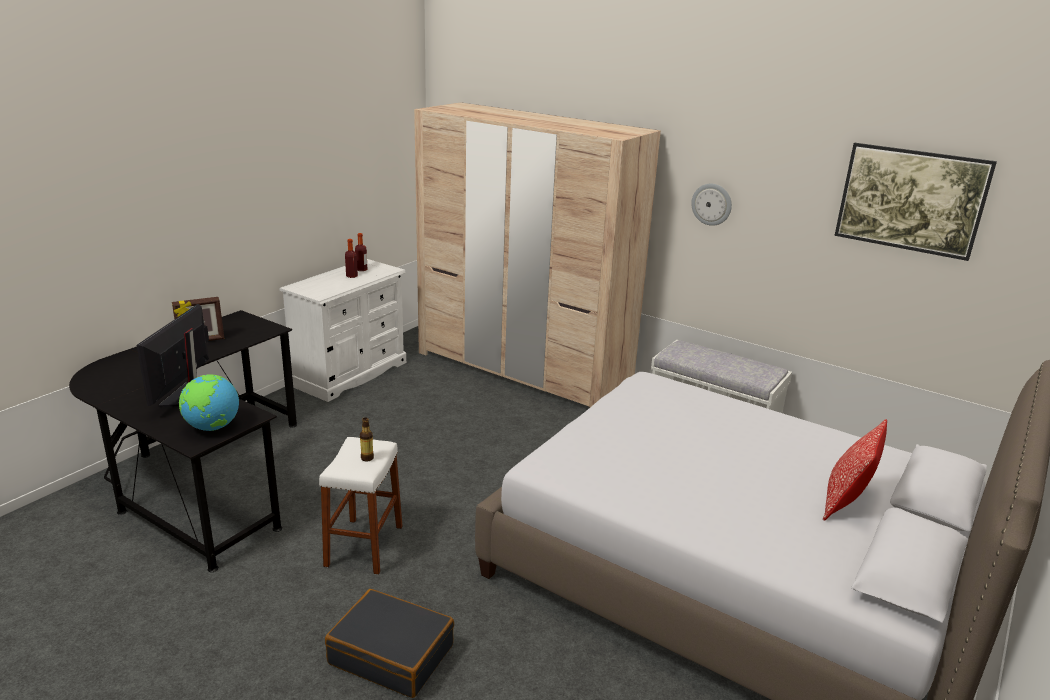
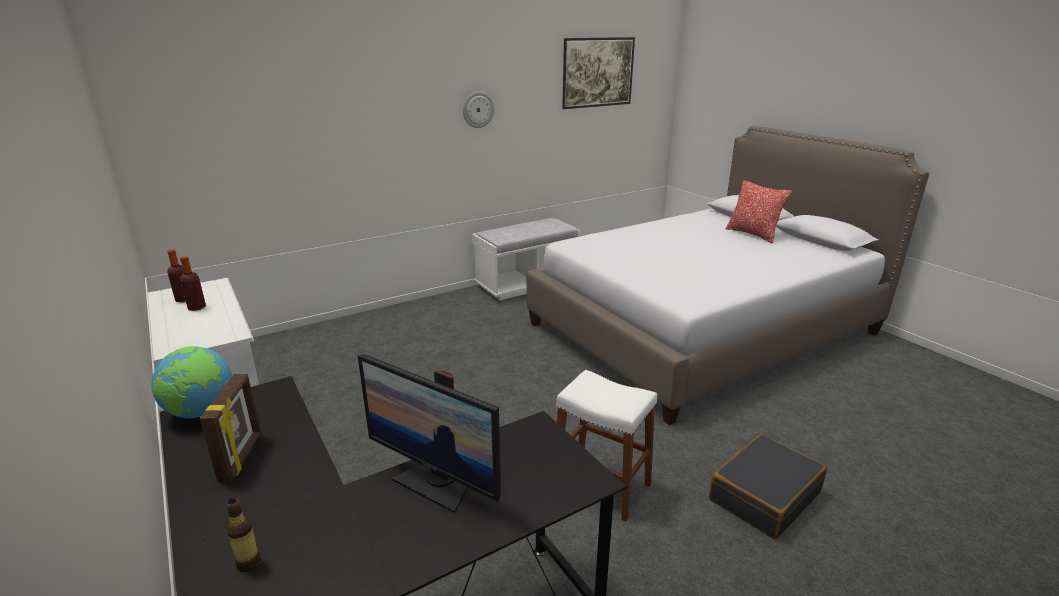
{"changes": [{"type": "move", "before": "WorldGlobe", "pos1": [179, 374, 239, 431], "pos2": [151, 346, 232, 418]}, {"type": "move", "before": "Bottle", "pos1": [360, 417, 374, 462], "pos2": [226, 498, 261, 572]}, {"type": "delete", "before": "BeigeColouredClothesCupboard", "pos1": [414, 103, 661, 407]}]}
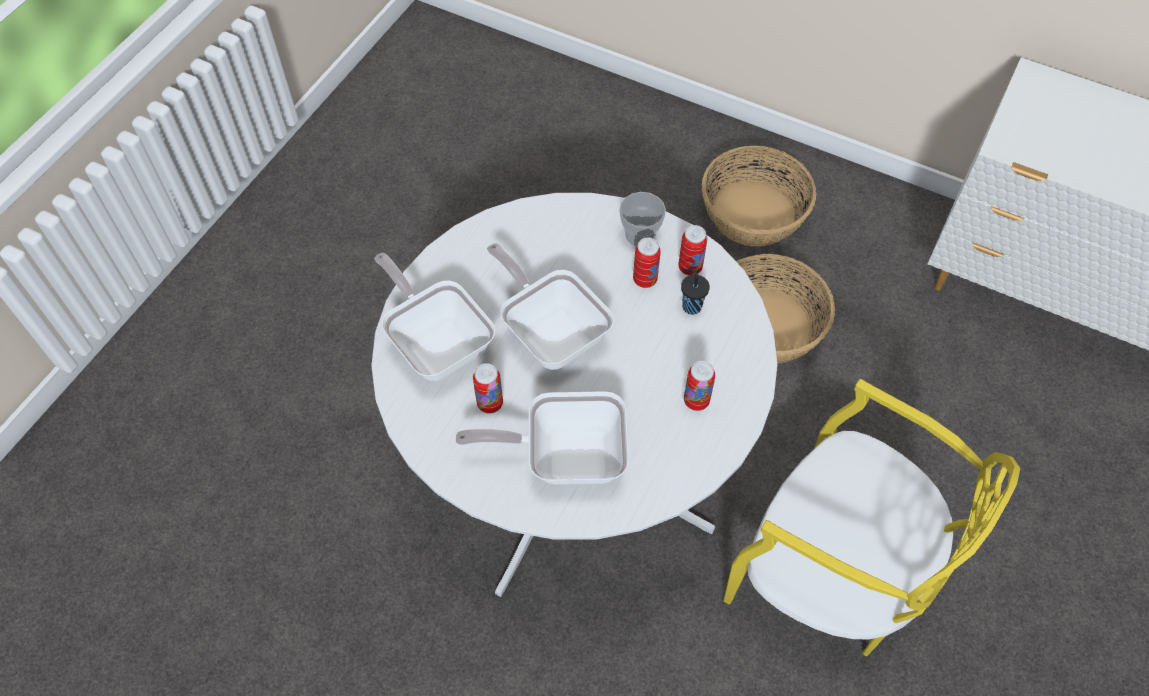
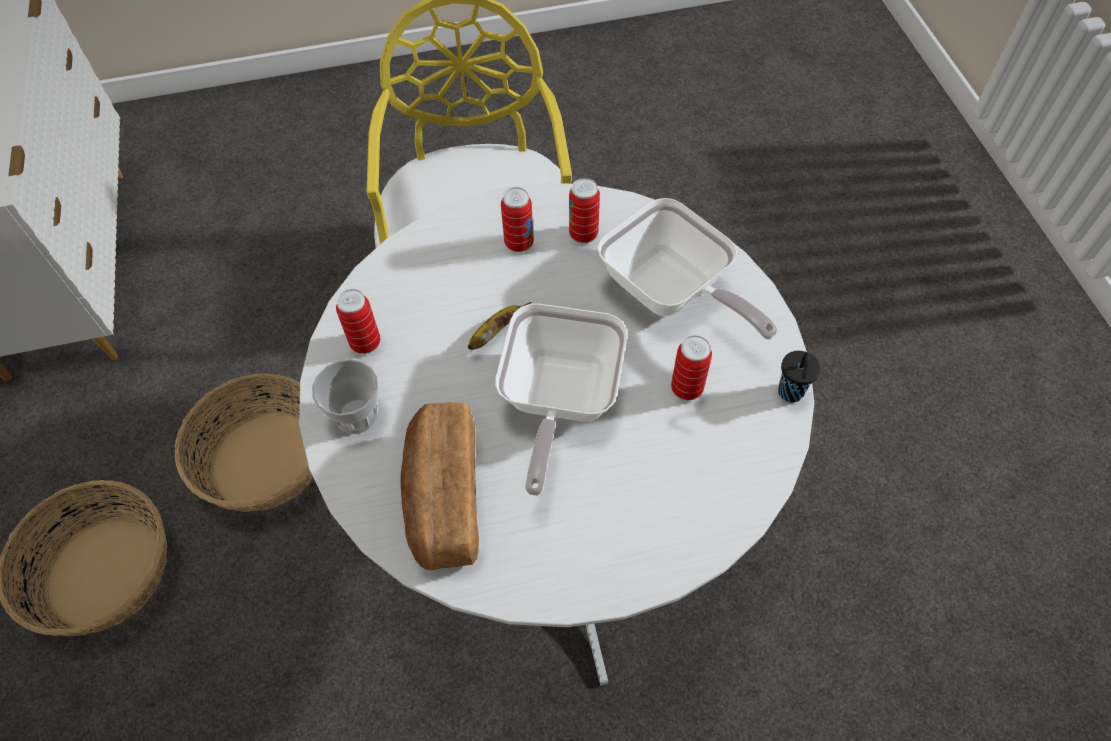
{"changes": [{"type": "insert", "after": "Bread", "pos2": [401, 402, 479, 570]}, {"type": "insert", "after": "Banana", "pos2": [468, 302, 532, 350]}, {"type": "move", "before": "Can", "pos1": [633, 238, 661, 288], "pos2": [569, 178, 600, 243]}, {"type": "move", "before": "BlackishCup", "pos1": [681, 269, 710, 315], "pos2": [778, 351, 821, 402]}, {"type": "delete", "before": "Skillet", "pos1": [374, 253, 495, 381]}]}
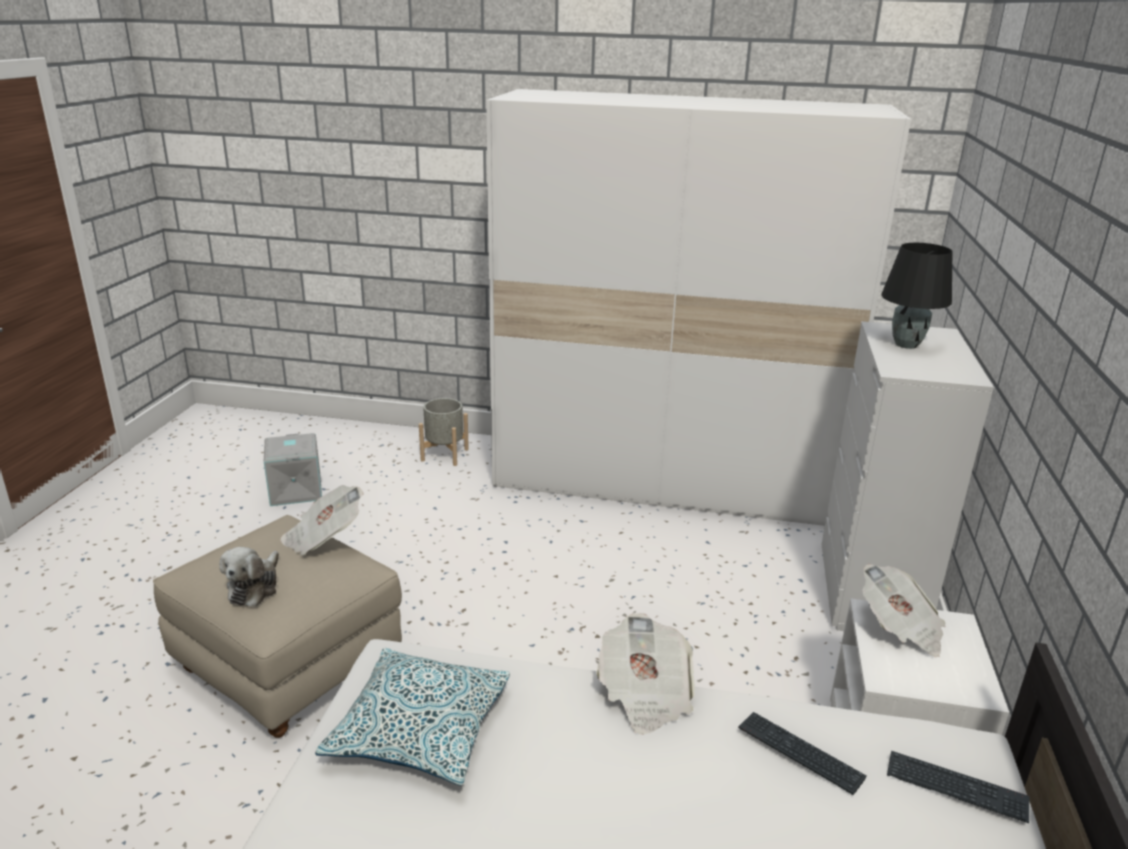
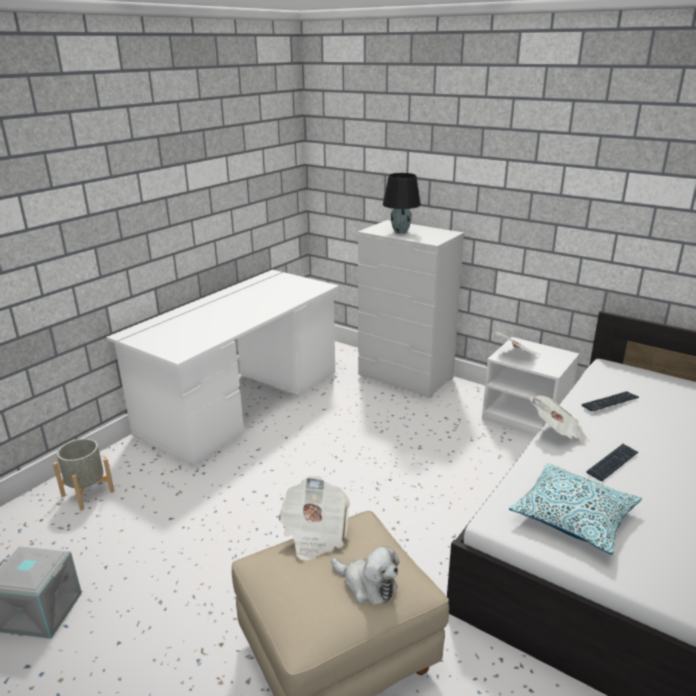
{"changes": [{"type": "replace", "before": "WhiteColouredClothesCupboard", "after": "WhiteColouredDeskUnit", "pos1": [486, 89, 911, 526], "pos2": [106, 270, 339, 465]}, {"type": "move", "before": "ComputerKeyboard", "pos1": [887, 751, 1029, 823], "pos2": [586, 444, 639, 481]}]}
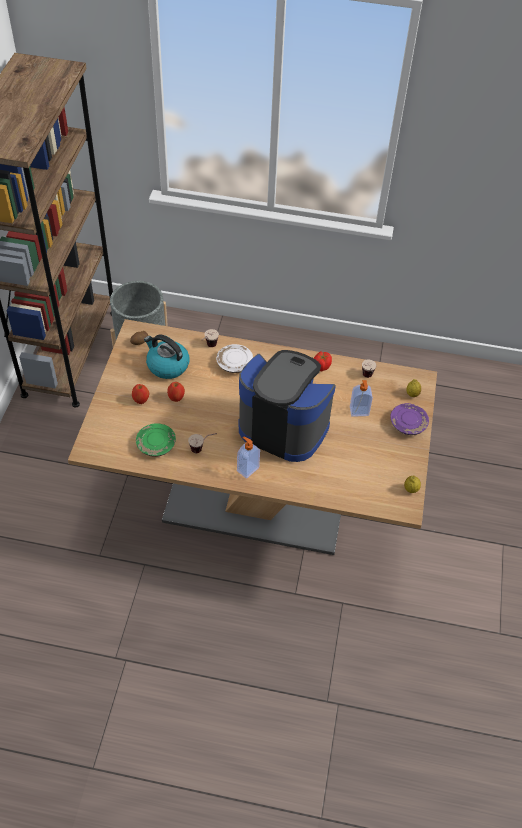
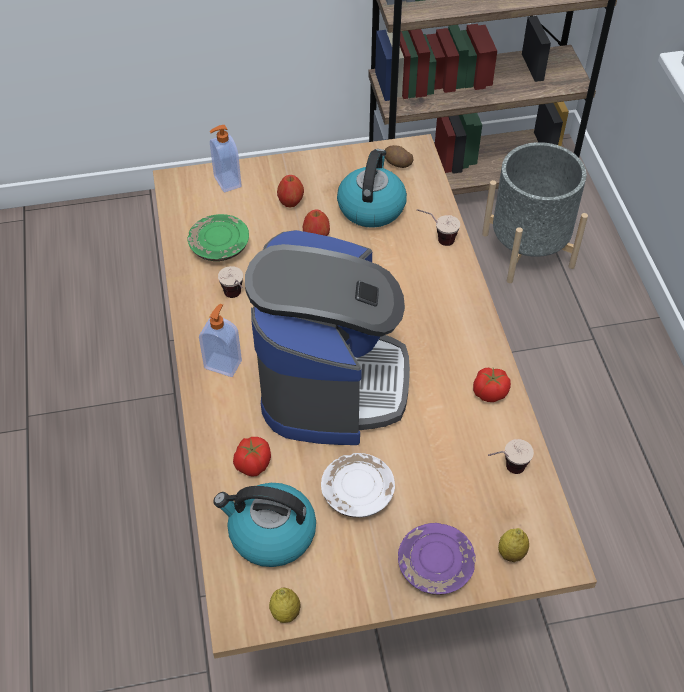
{"changes": [{"type": "move", "before": "SoapBottle", "pos1": [350, 380, 373, 417], "pos2": [209, 125, 242, 193]}, {"type": "insert", "after": "WaterKettle", "pos2": [213, 483, 316, 567]}, {"type": "insert", "after": "FreshTomato", "pos2": [233, 437, 271, 477]}, {"type": "move", "before": "WhiteColouredDinnerPlate", "pos1": [216, 344, 253, 373], "pos2": [321, 453, 395, 518]}]}
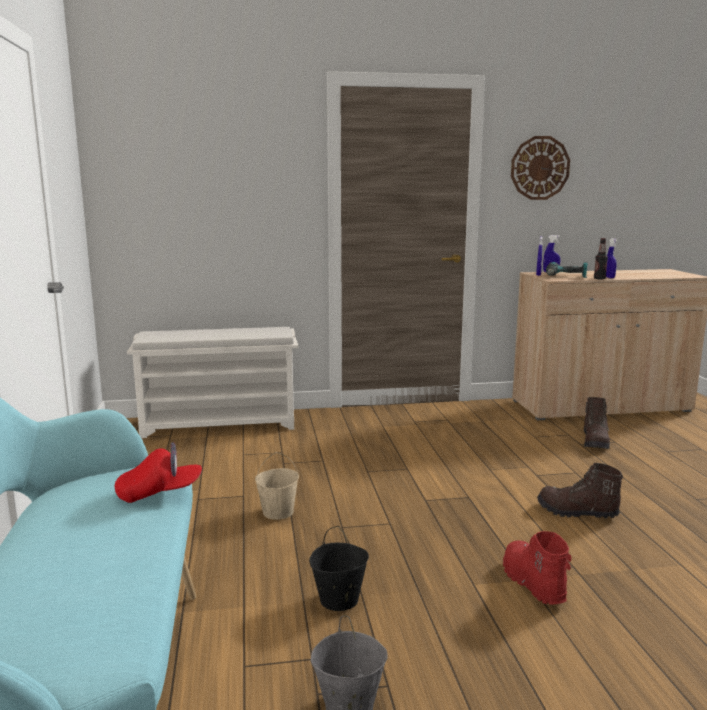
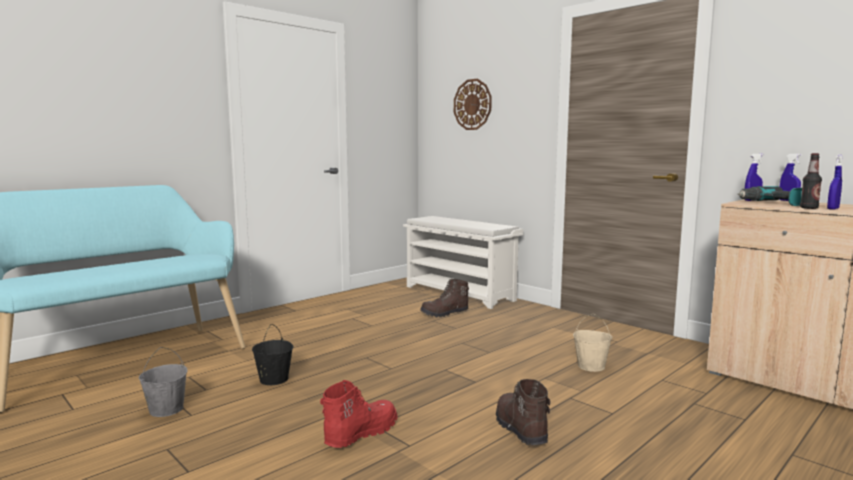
{"changes": [{"type": "move", "before": "BrownTallBoot", "pos1": [584, 397, 610, 449], "pos2": [420, 279, 469, 317]}, {"type": "move", "before": "ClockOnTheWall", "pos1": [511, 136, 570, 200], "pos2": [454, 79, 492, 130]}, {"type": "move", "before": "BeigeColouredWaterBucket", "pos1": [255, 452, 299, 520], "pos2": [573, 314, 612, 372]}, {"type": "delete", "before": "ReddishCap", "pos1": [115, 442, 202, 503]}]}
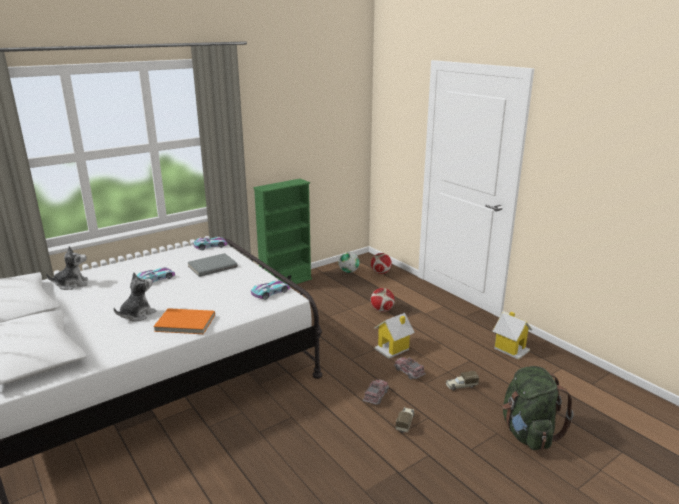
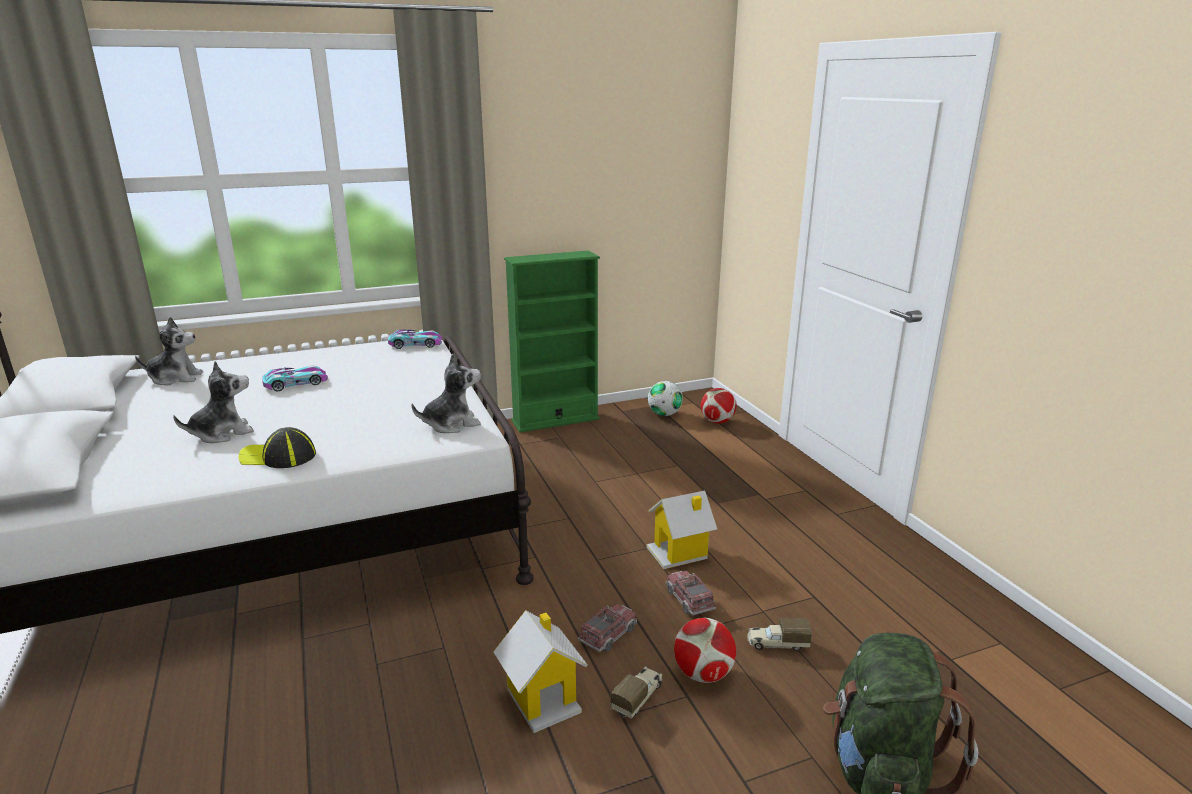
{"changes": [{"type": "replace", "before": "OrangeyVolume", "after": "Cap", "pos1": [153, 308, 215, 334], "pos2": [239, 427, 316, 468]}, {"type": "replace", "before": "MiniatureCar", "after": "CuddlyToy", "pos1": [251, 280, 290, 300], "pos2": [412, 353, 481, 433]}, {"type": "move", "before": "ToyHouse", "pos1": [492, 312, 532, 360], "pos2": [493, 610, 588, 733]}, {"type": "move", "before": "Football", "pos1": [371, 288, 394, 312], "pos2": [674, 618, 736, 683]}, {"type": "delete", "before": "GrayVolume", "pos1": [188, 253, 238, 277]}]}
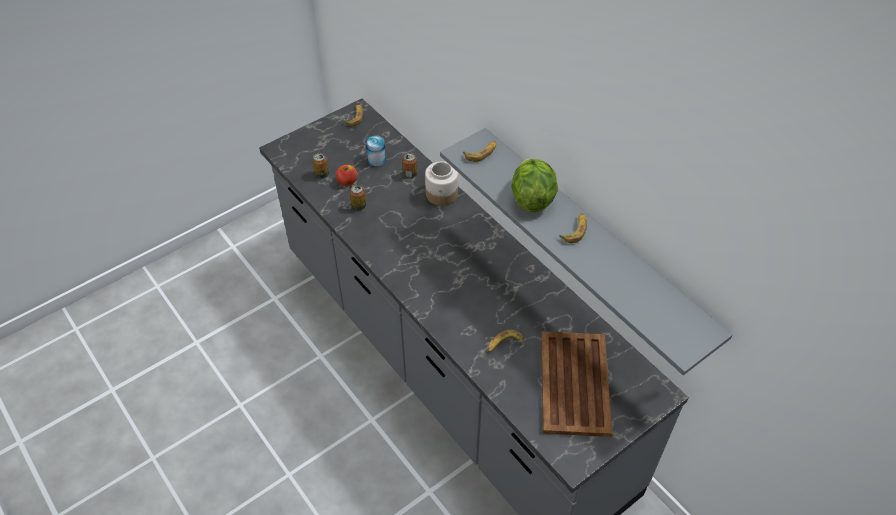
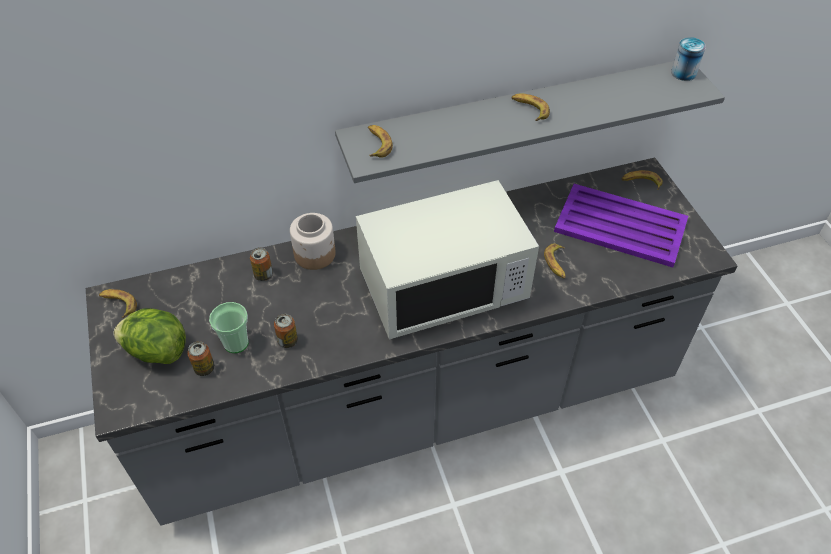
{"changes": [{"type": "move", "before": "Lettuce", "pos1": [511, 159, 558, 212], "pos2": [113, 308, 186, 364]}, {"type": "replace", "before": "AppleFruit", "after": "Cup", "pos1": [336, 165, 357, 186], "pos2": [209, 302, 249, 353]}, {"type": "insert", "after": "WhiteColouredMicrowave", "pos2": [356, 180, 539, 339]}, {"type": "recolor", "before": "BrownServingTray", "after": "PurpleServingTray", "pos1": [541, 331, 613, 437], "pos2": [554, 184, 688, 267]}, {"type": "insert", "after": "Banana", "pos2": [622, 170, 663, 190]}, {"type": "move", "before": "Can", "pos1": [366, 135, 386, 166], "pos2": [671, 37, 706, 81]}]}
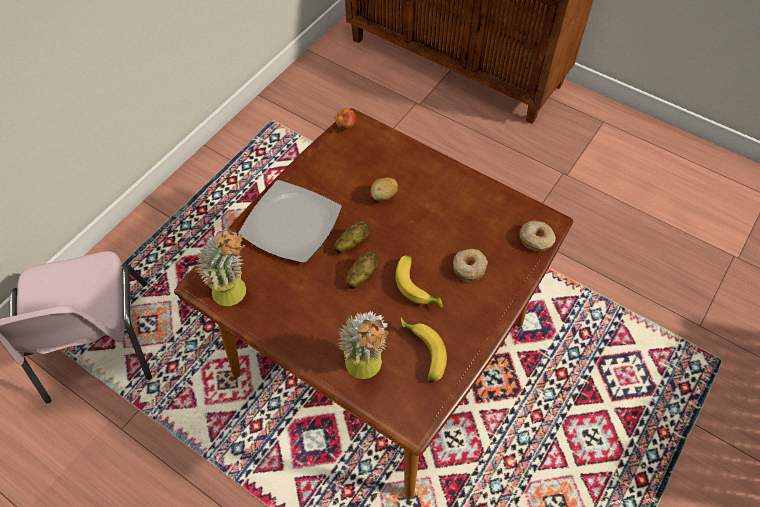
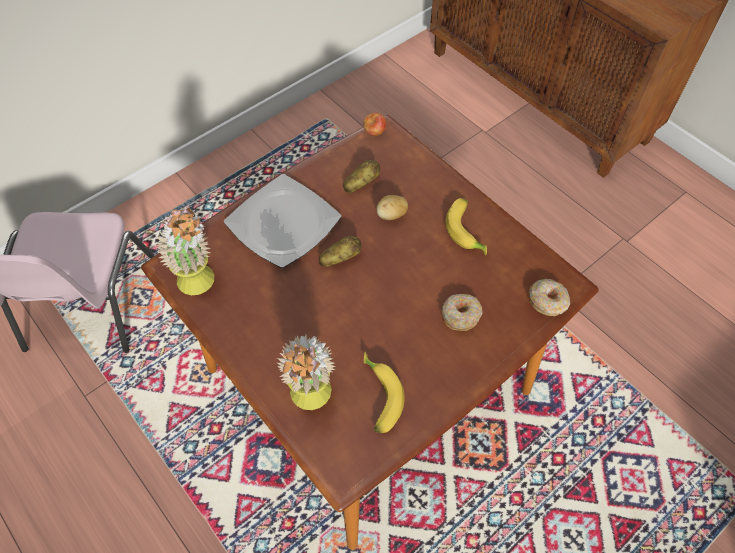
{"changes": [{"type": "move", "before": "Spud", "pos1": [346, 252, 379, 289], "pos2": [343, 160, 380, 193]}, {"type": "move", "before": "Banana", "pos1": [395, 255, 443, 308], "pos2": [446, 198, 487, 256]}]}
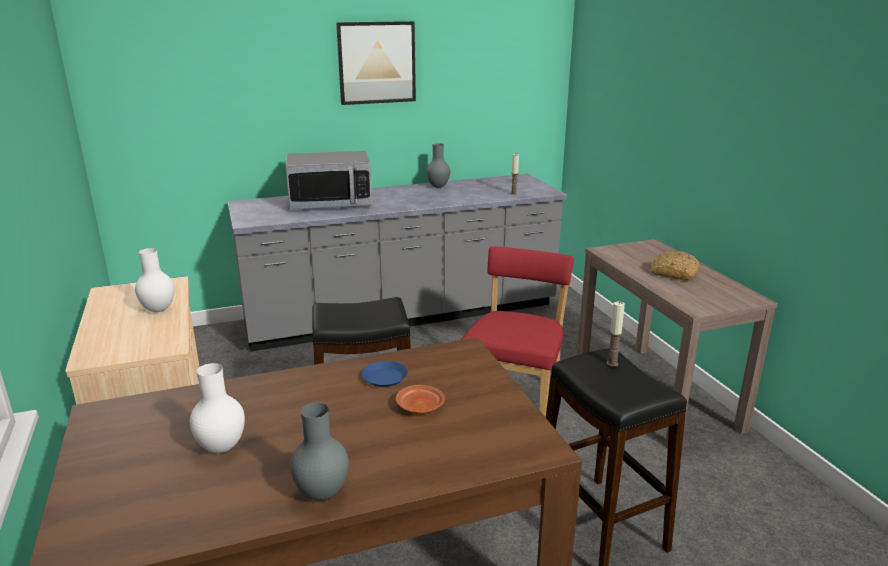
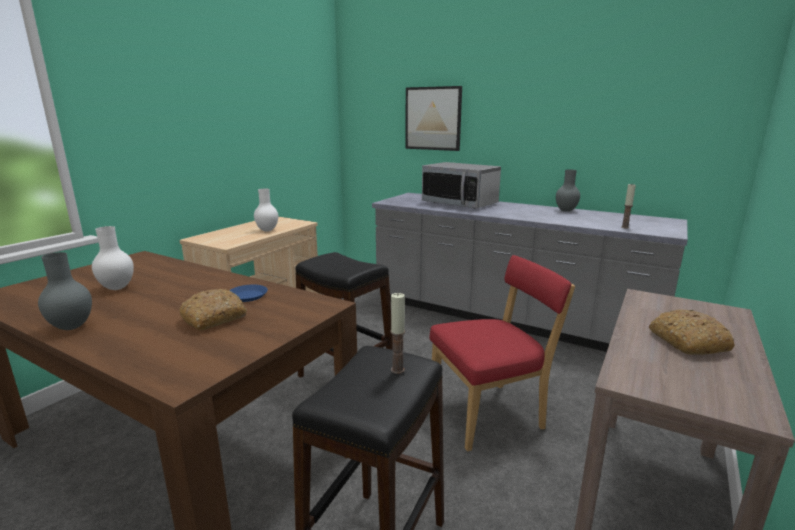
{"changes": [{"type": "replace", "before": "BrownDinnerPlate", "after": "Bread", "pos1": [396, 385, 445, 414], "pos2": [180, 289, 247, 331]}, {"type": "move", "before": "WallPicture", "pos1": [336, 21, 416, 105], "pos2": [405, 86, 462, 151]}]}
